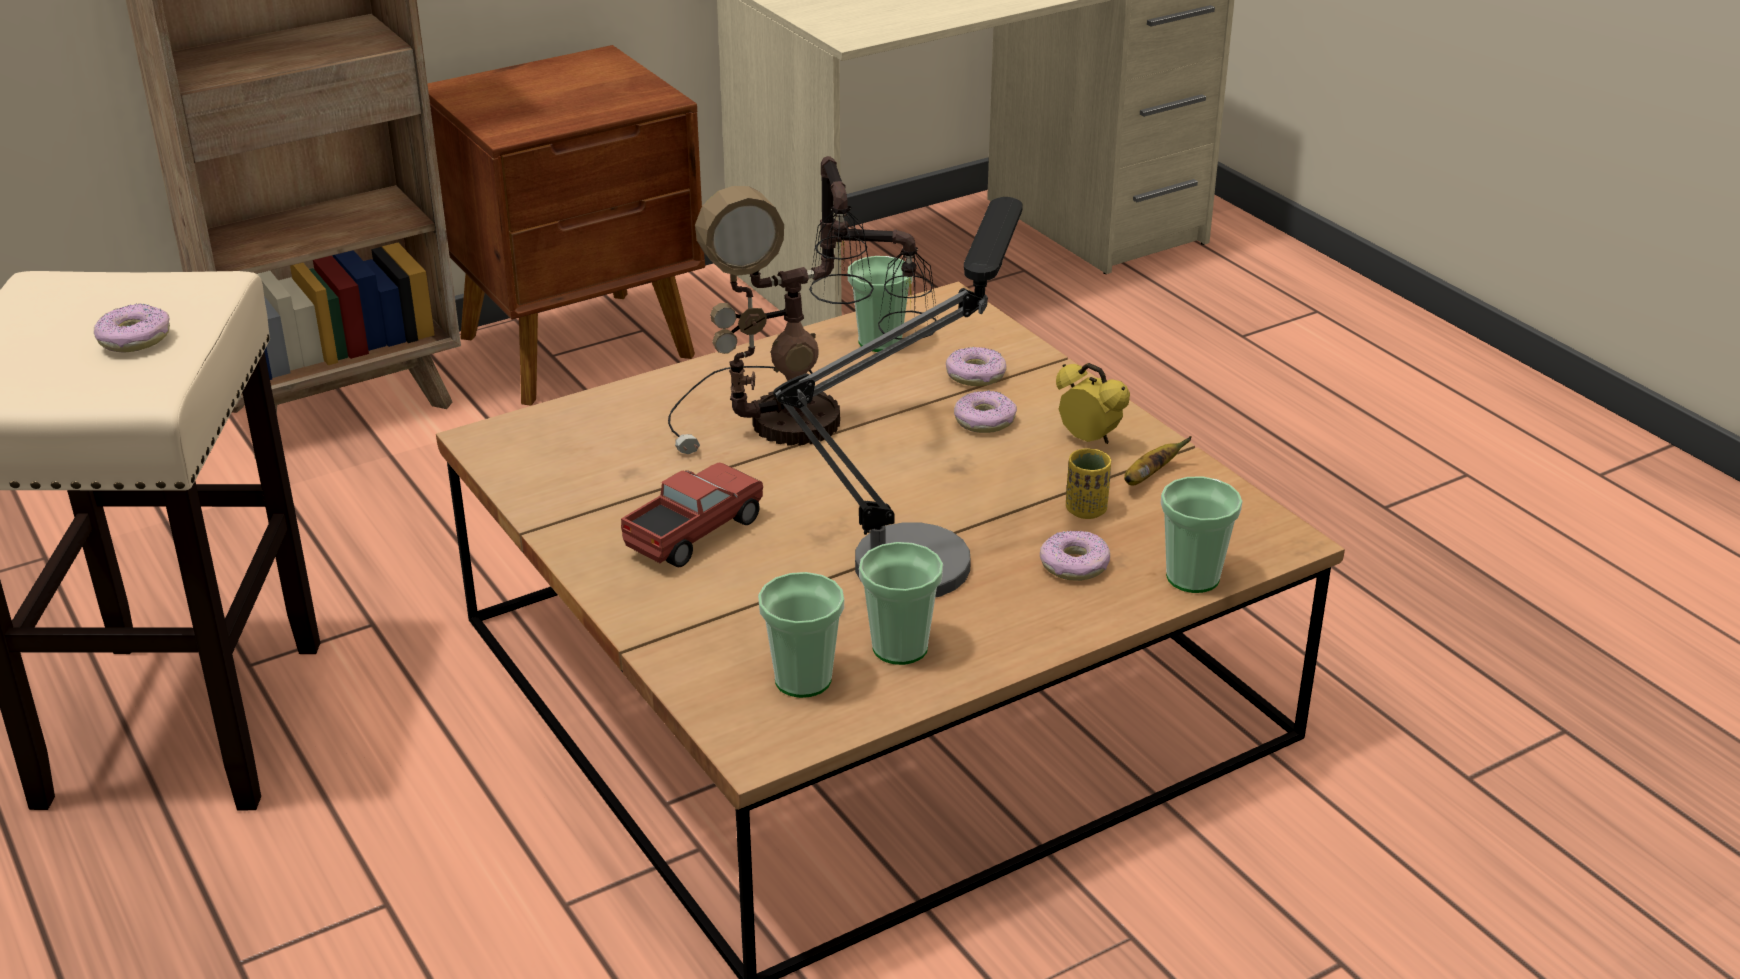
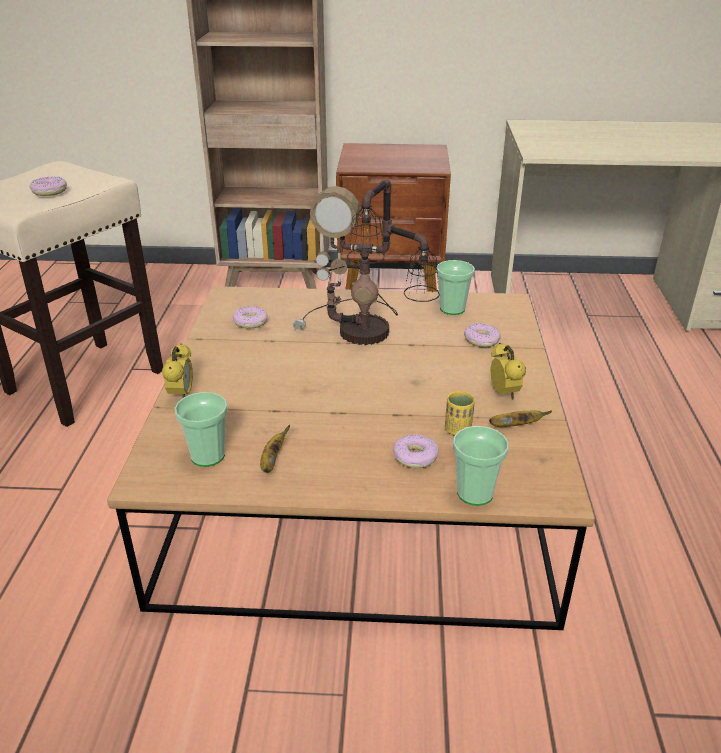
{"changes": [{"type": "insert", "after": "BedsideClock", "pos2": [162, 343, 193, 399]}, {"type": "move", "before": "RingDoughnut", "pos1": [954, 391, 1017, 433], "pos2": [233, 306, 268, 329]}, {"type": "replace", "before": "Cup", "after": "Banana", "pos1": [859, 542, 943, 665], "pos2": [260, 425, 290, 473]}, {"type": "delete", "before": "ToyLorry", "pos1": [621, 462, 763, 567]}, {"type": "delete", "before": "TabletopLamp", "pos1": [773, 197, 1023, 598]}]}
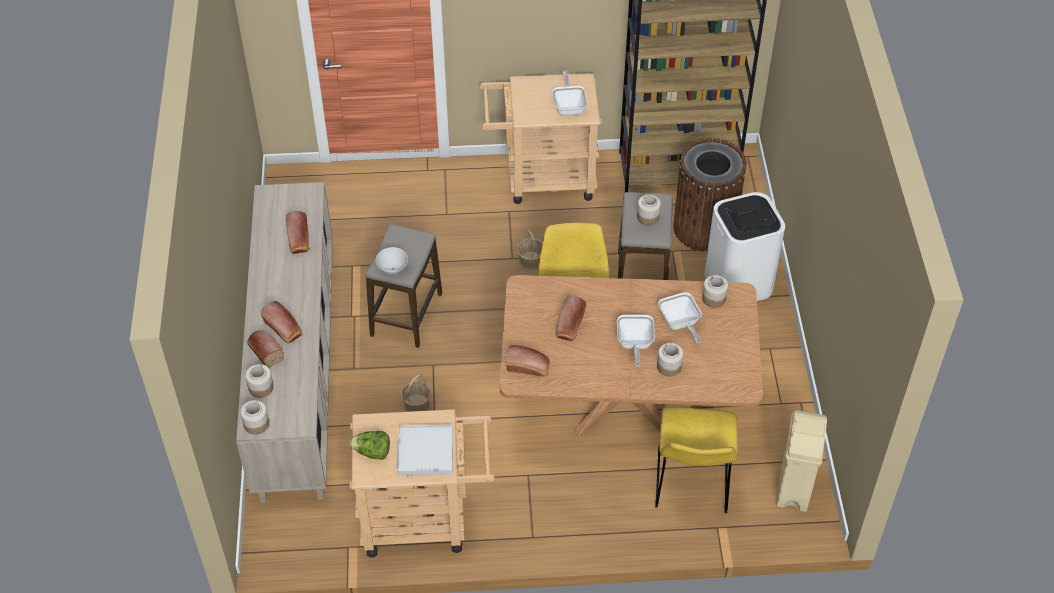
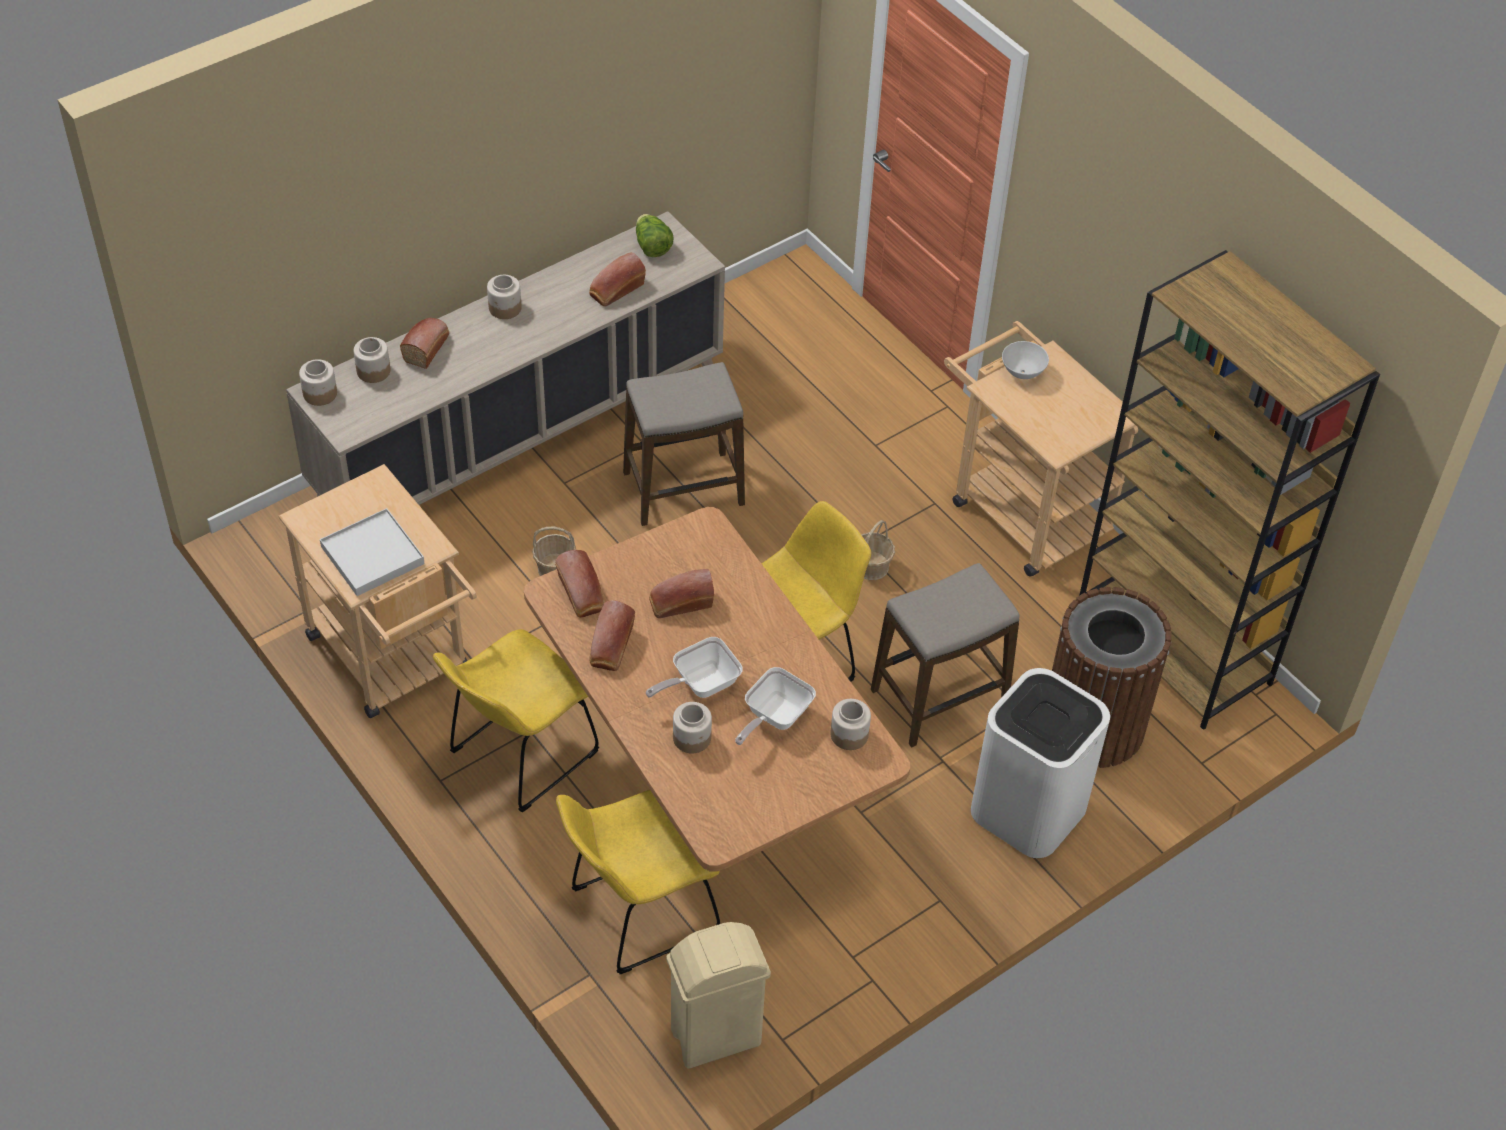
{"changes": [{"type": "insert", "after": "YellowishChair", "pos2": [433, 629, 599, 813]}, {"type": "move", "before": "PreserveJar", "pos1": [637, 195, 661, 225], "pos2": [487, 275, 522, 319]}, {"type": "move", "before": "Bread", "pos1": [261, 301, 302, 343], "pos2": [590, 600, 635, 671]}, {"type": "move", "before": "Lettuce", "pos1": [350, 431, 390, 460], "pos2": [636, 214, 674, 257]}, {"type": "move", "before": "WhiteColouredBowl", "pos1": [376, 247, 408, 274], "pos2": [1002, 341, 1049, 379]}, {"type": "delete", "before": "Skillet", "pos1": [552, 70, 587, 116]}]}
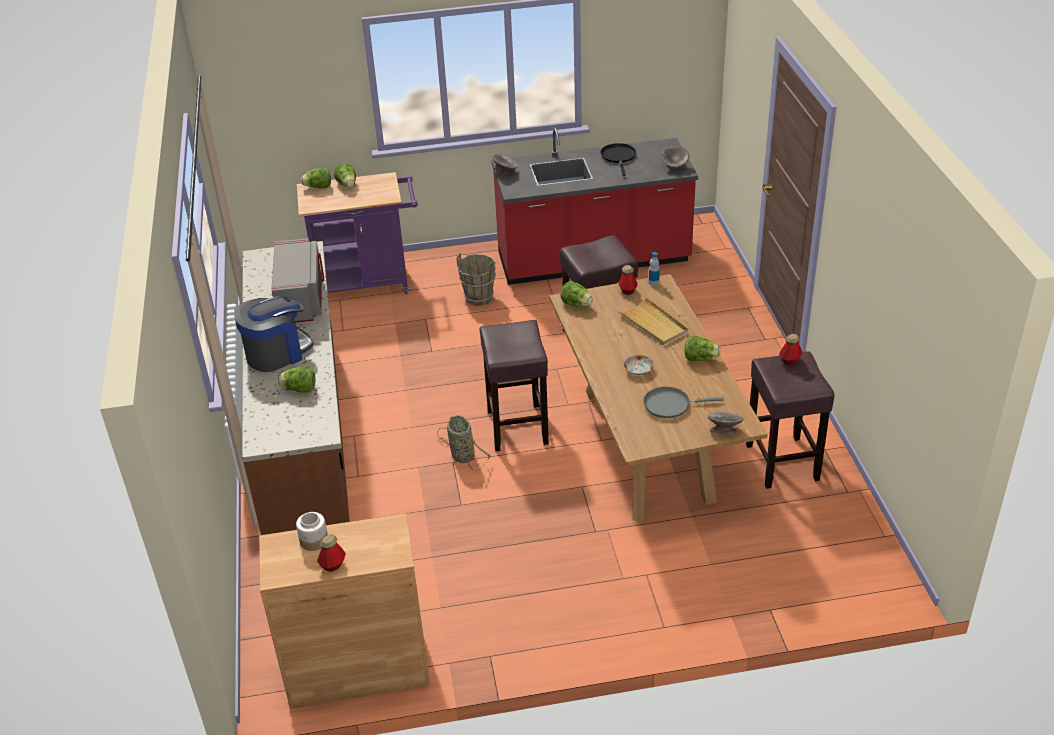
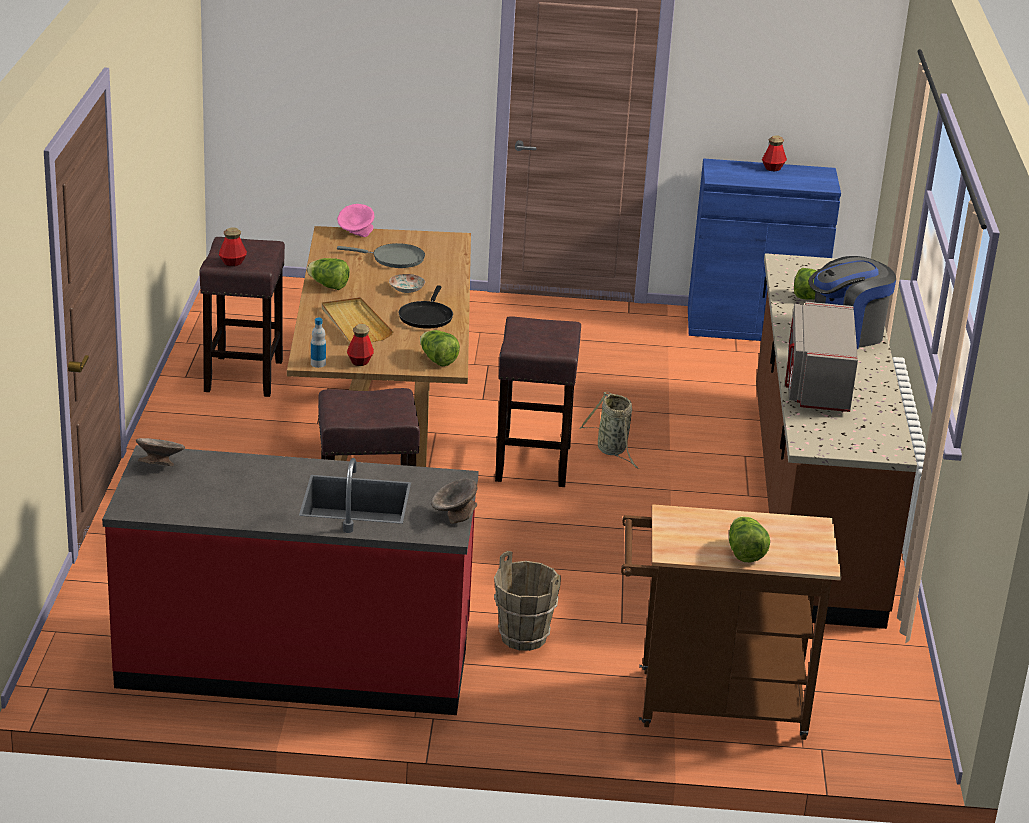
{"changes": [{"type": "recolor", "before": "GrayBowl", "after": "PinkColouredBowl", "pos1": [708, 412, 743, 435], "pos2": [337, 204, 375, 237]}, {"type": "move", "before": "BlackishSkillet", "pos1": [600, 143, 636, 176], "pos2": [399, 285, 453, 329]}, {"type": "recolor", "before": "PurpleTrolley", "after": "BrownTrolley", "pos1": [297, 172, 418, 294], "pos2": [621, 504, 842, 740]}, {"type": "recolor", "before": "BrownCupboard", "after": "BlueColouredCupboard", "pos1": [259, 513, 430, 709], "pos2": [688, 158, 841, 341]}, {"type": "delete", "before": "PreserveJar", "pos1": [296, 512, 328, 551]}, {"type": "delete", "before": "Lettuce", "pos1": [301, 167, 331, 188]}]}
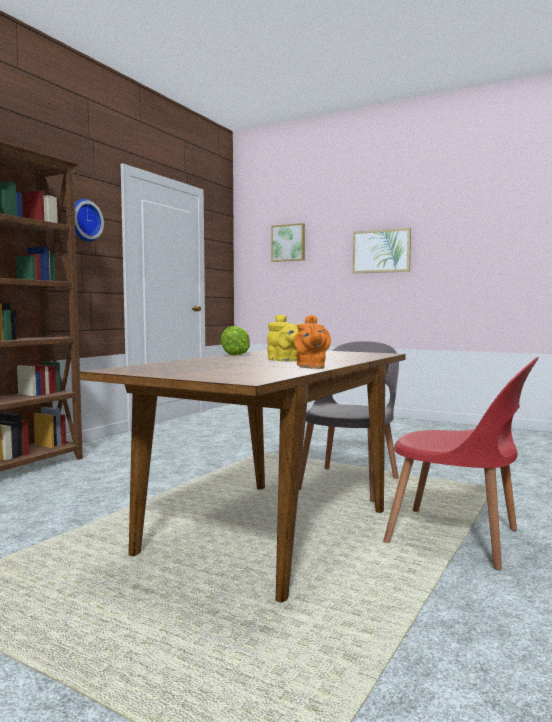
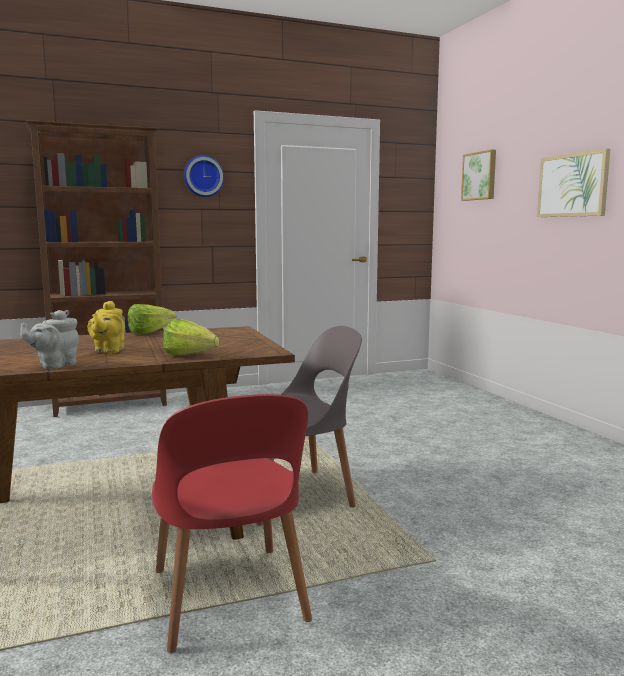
{"changes": [{"type": "recolor", "before": "OrangeyTeapot", "after": "GrayTeapot", "pos1": [294, 315, 331, 369], "pos2": [20, 310, 79, 369]}, {"type": "insert", "after": "Lettuce", "pos2": [163, 319, 219, 356]}]}
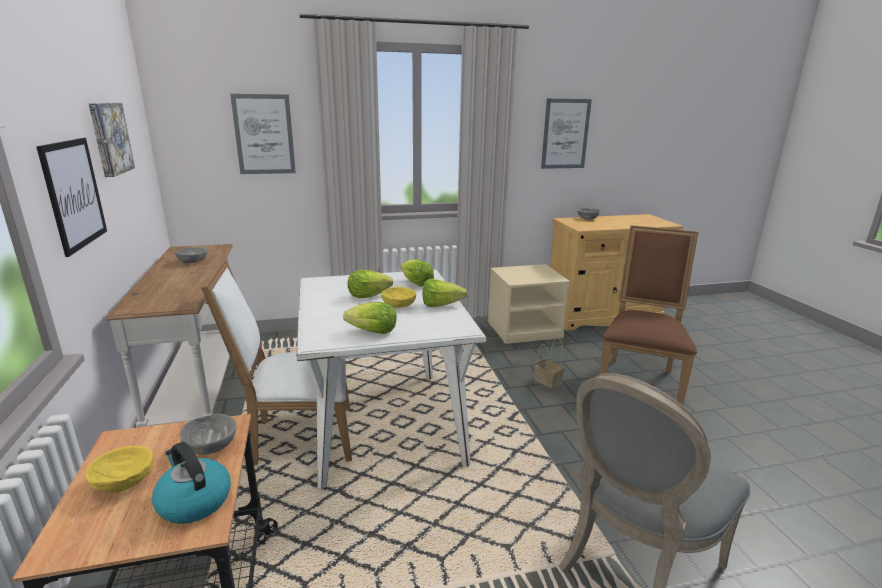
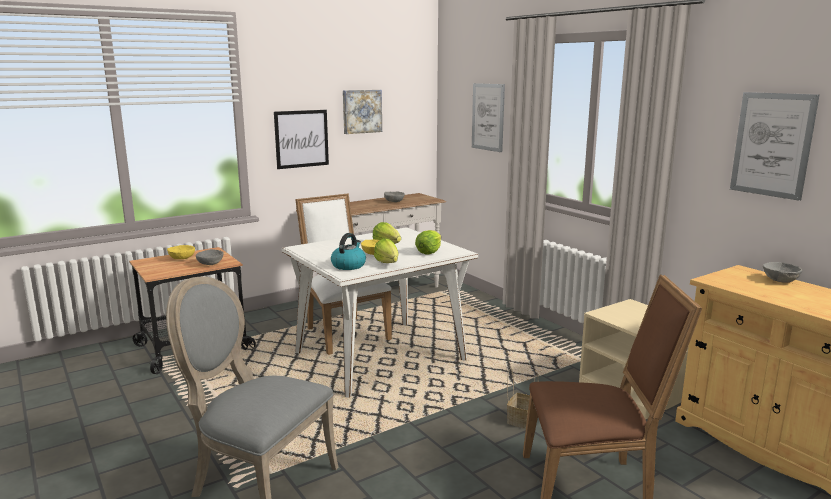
{"changes": [{"type": "move", "before": "WaterKettle", "pos1": [152, 442, 231, 524], "pos2": [331, 233, 366, 270]}, {"type": "delete", "before": "Lettuce", "pos1": [343, 302, 397, 334]}]}
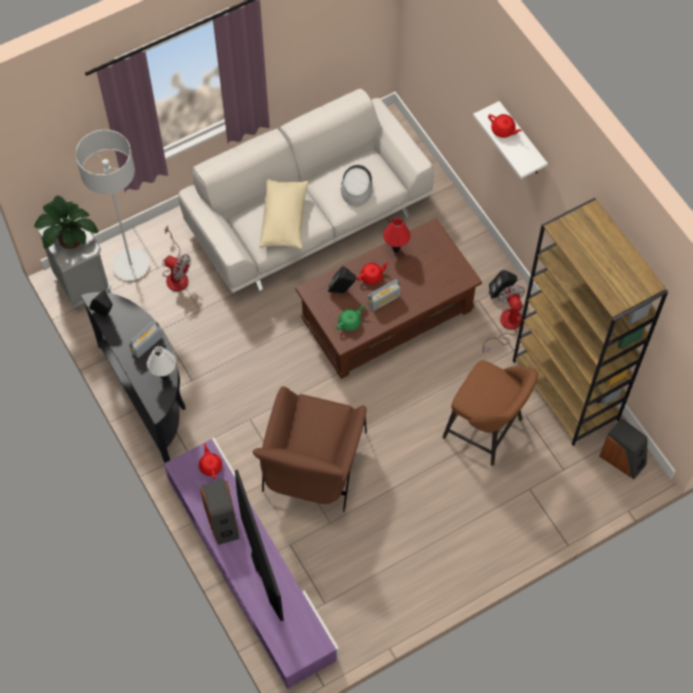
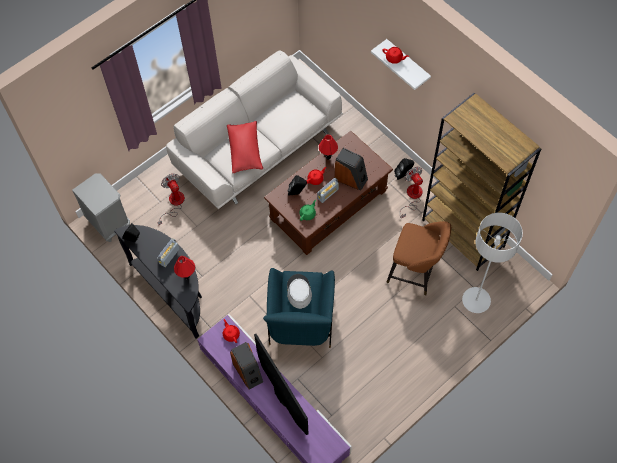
{"changes": [{"type": "rotate", "before": "CoolingFan", "pos1": [162, 225, 191, 291], "pos2": [157, 174, 185, 225], "turn": -135}, {"type": "recolor", "before": "WhiteColouredTabletopLamp", "after": "ReddishTabletopLamp", "pos1": [147, 346, 176, 380], "pos2": [174, 256, 195, 279]}, {"type": "recolor", "before": "BeigeColouredCushion", "after": "ReddishCushion", "pos1": [259, 179, 309, 249], "pos2": [227, 121, 263, 173]}, {"type": "recolor", "before": "BrownArmchair", "after": "BlueColouredArmchair", "pos1": [253, 387, 367, 512], "pos2": [263, 268, 335, 348]}, {"type": "move", "before": "GrayClothingHat", "pos1": [341, 165, 373, 207], "pos2": [287, 274, 312, 309]}, {"type": "move", "before": "AudioSpeaker", "pos1": [599, 418, 648, 479], "pos2": [335, 148, 368, 190]}, {"type": "move", "before": "GrayFloorLamp", "pos1": [75, 130, 150, 281], "pos2": [462, 213, 523, 313]}, {"type": "delete", "before": "Houseplant", "pos1": [34, 195, 98, 249]}]}
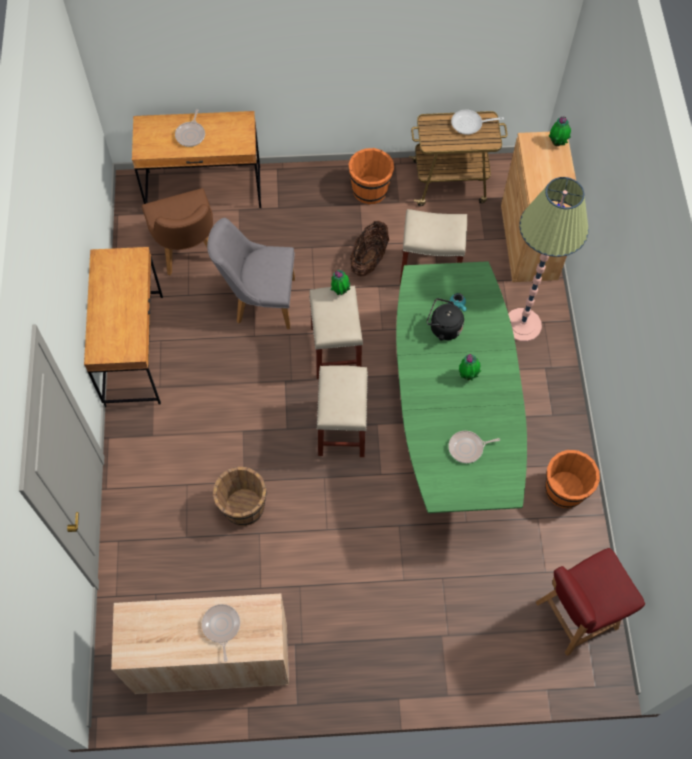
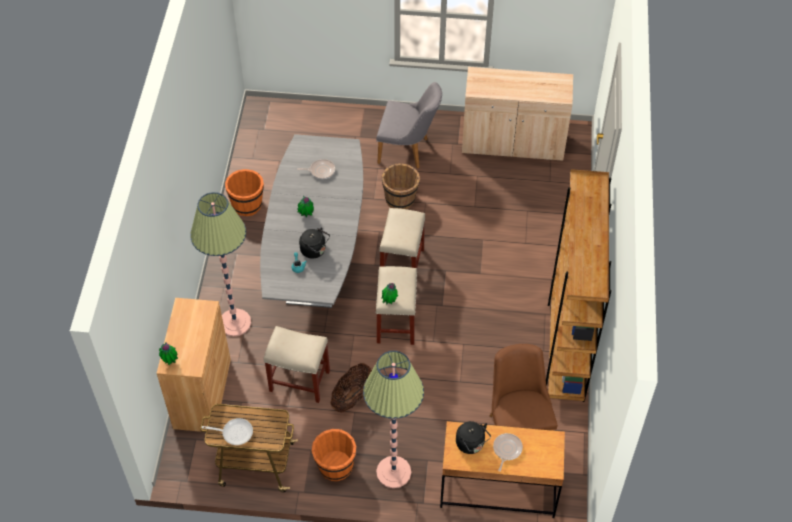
{"changes": [{"type": "recolor", "before": "GreenishDinnerTable", "after": "GrayDinnerTable", "pos1": [396, 261, 527, 513], "pos2": [260, 134, 363, 308]}, {"type": "insert", "after": "FloorLamp", "pos2": [363, 351, 424, 488]}, {"type": "move", "before": "GrayChair", "pos1": [207, 218, 295, 329], "pos2": [376, 82, 442, 169]}, {"type": "move", "before": "BrownWaterBucket", "pos1": [213, 467, 266, 526], "pos2": [382, 163, 420, 209]}, {"type": "insert", "after": "BlackishWaterKettle", "pos2": [456, 421, 491, 454]}, {"type": "replace", "before": "BrownDeskUnit", "after": "BrownBookshelf", "pos1": [84, 247, 163, 407], "pos2": [546, 169, 612, 402]}, {"type": "delete", "before": "Skillet", "pos1": [202, 604, 240, 662]}, {"type": "delete", "before": "ReddishChair", "pos1": [536, 548, 645, 656]}]}
